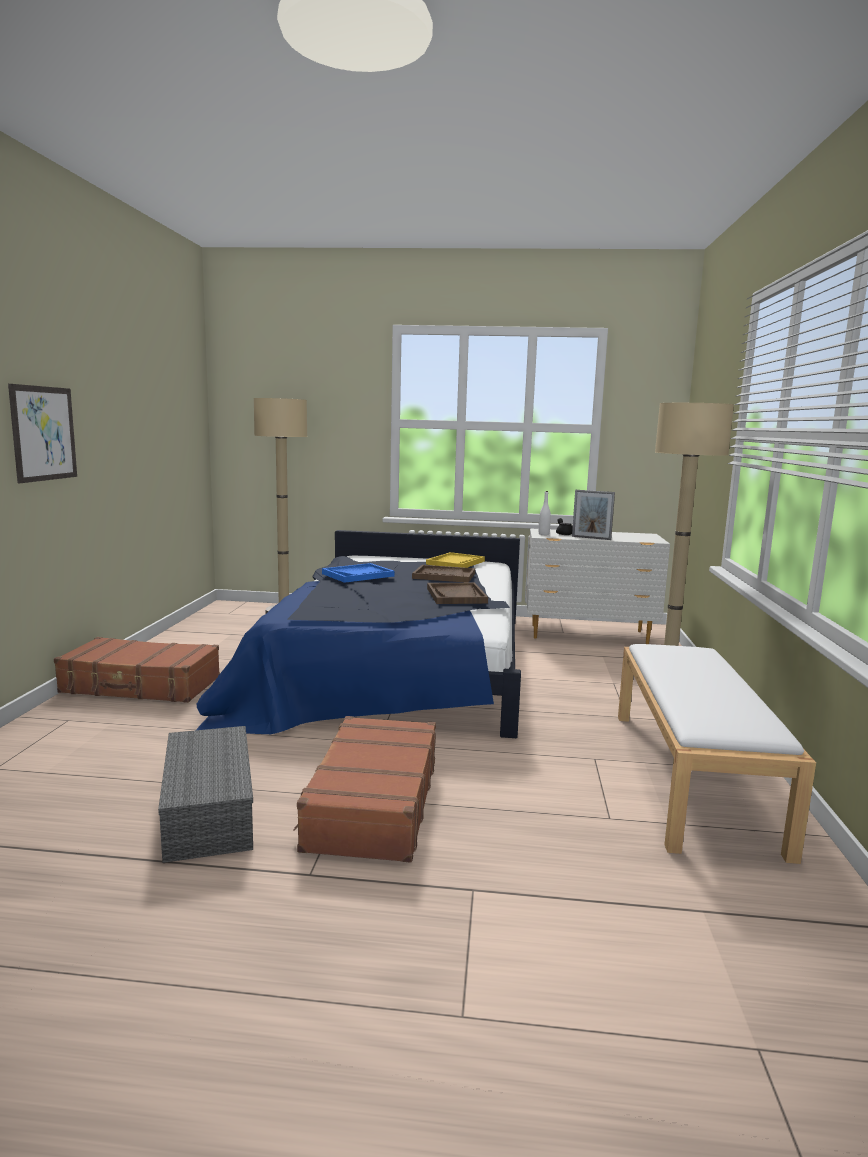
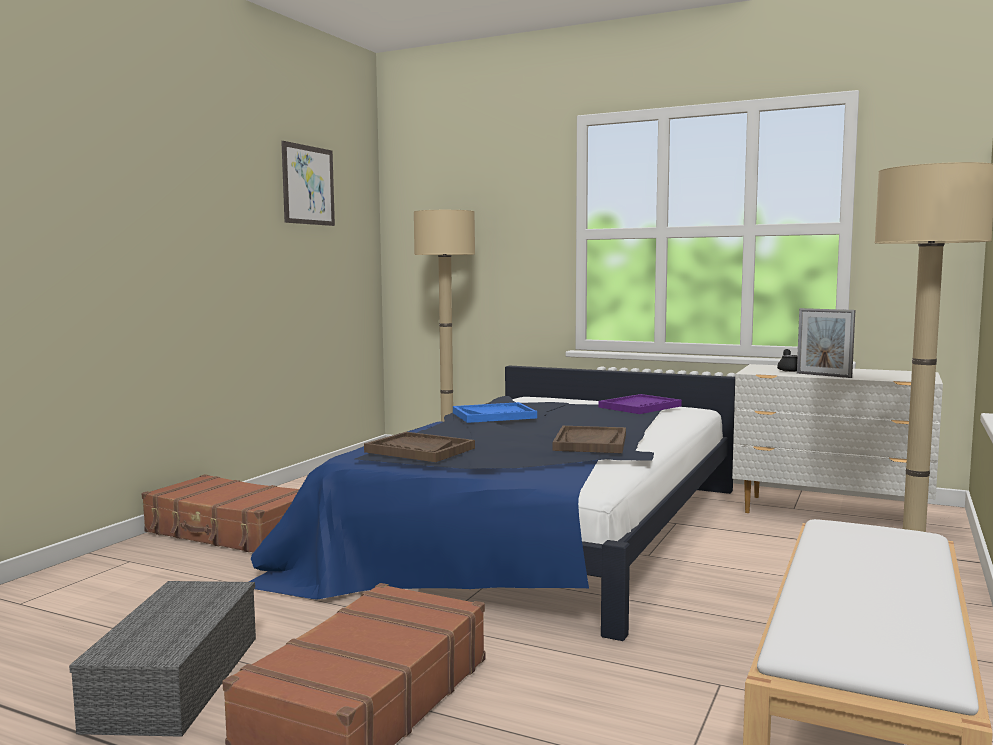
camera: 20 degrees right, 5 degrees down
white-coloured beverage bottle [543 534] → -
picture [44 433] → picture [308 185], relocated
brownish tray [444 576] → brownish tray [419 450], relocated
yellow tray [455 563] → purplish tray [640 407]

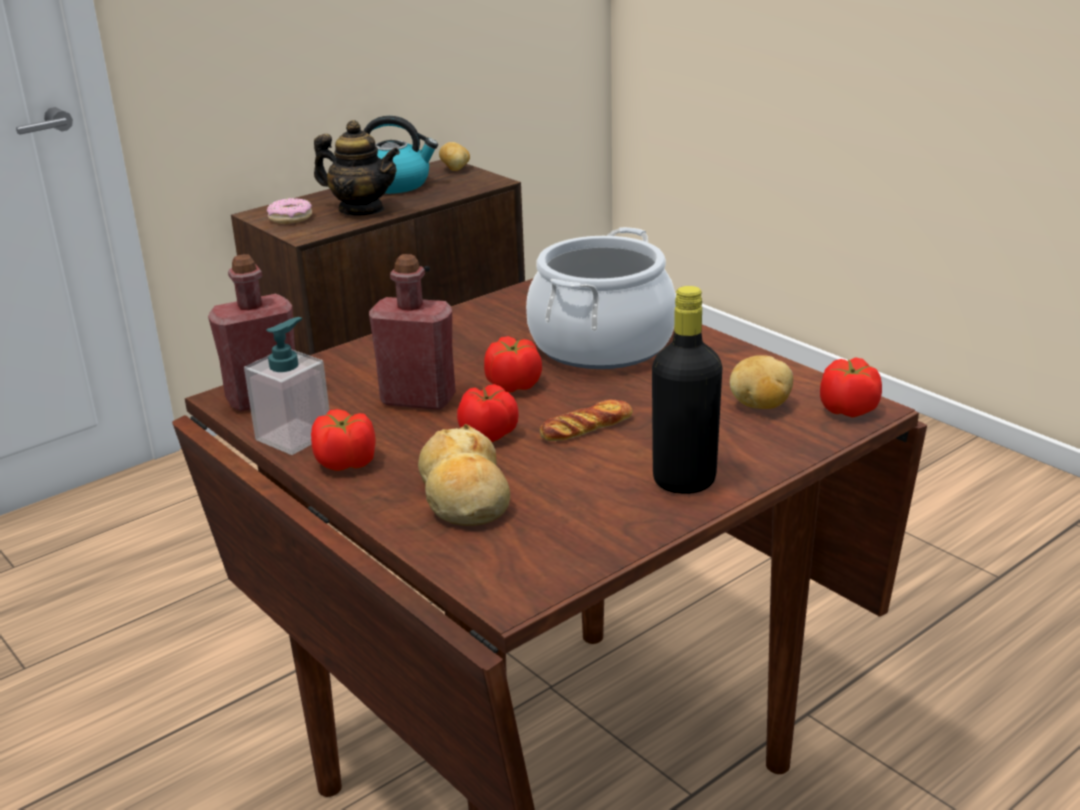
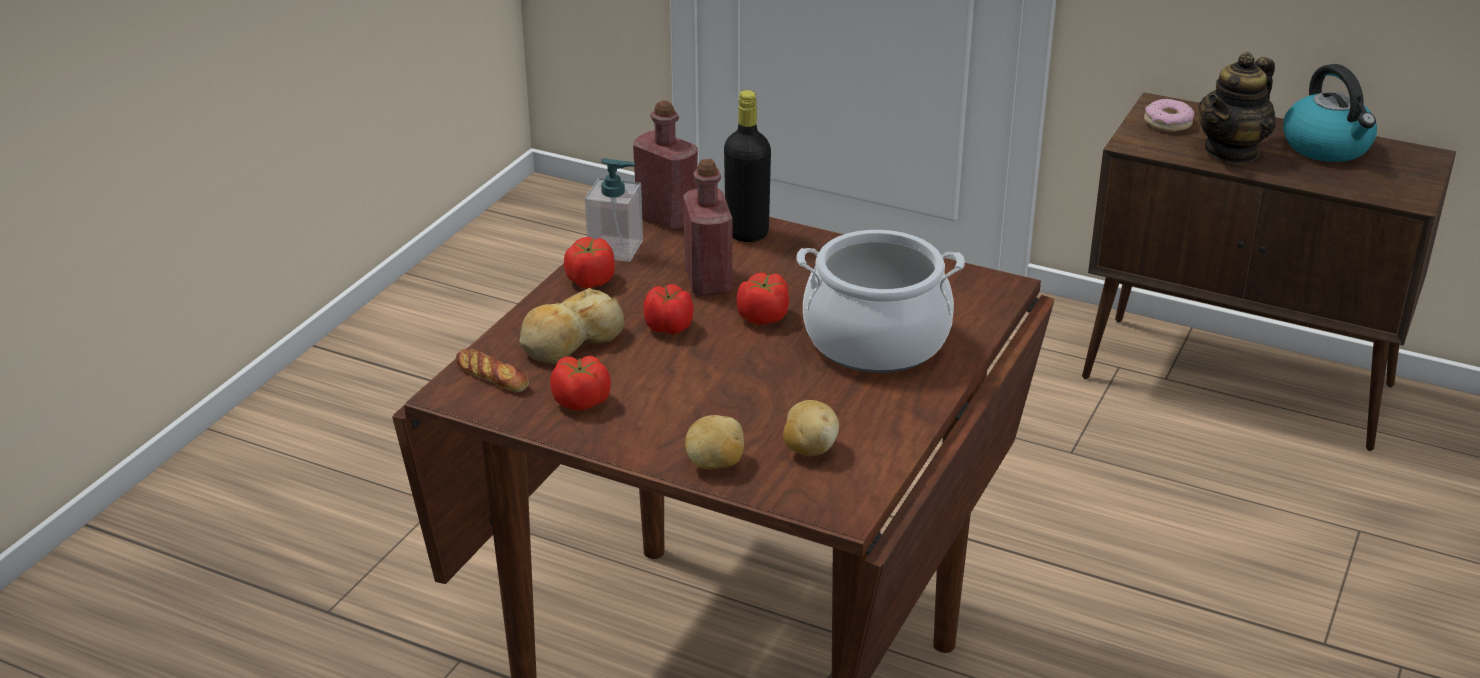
camera: 65 degrees right, 5 degrees up
spud [455 169] → spud [715 464], relocated
baked bread [586 428] → baked bread [492 376], relocated
blackish beverage bottle [684 481] → blackish beverage bottle [747 233], relocated
whole tomato [848 409] → whole tomato [581 402], relocated
teapot [361 210] → teapot [1232 151], 45 degrees clockwise

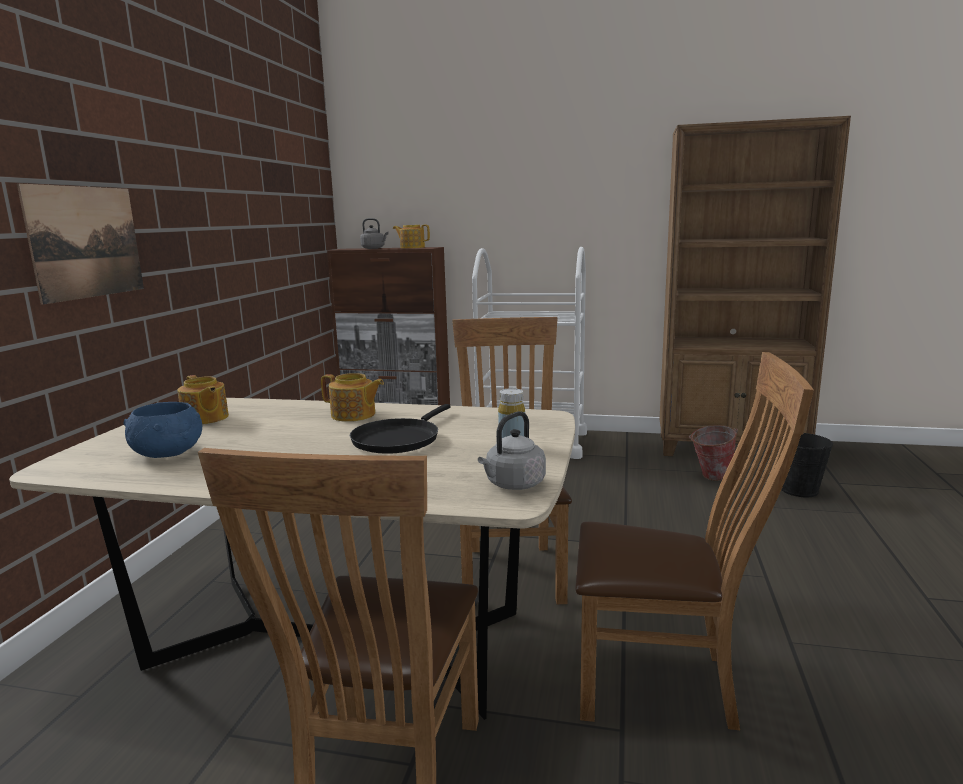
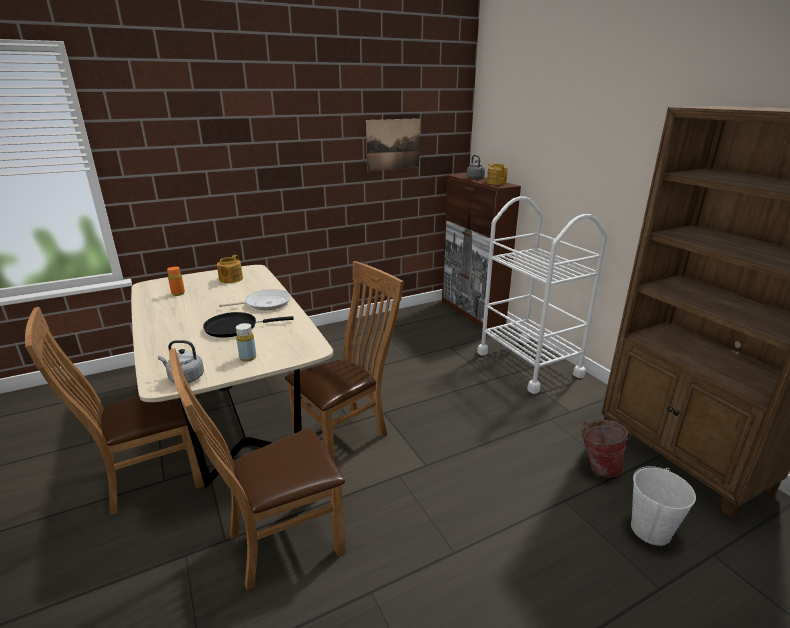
camera: 50 degrees right, 10 degrees up
picture [86 242] → picture [393 144], relocated
blue-coloured deep dish [168 453] → orange beverage bottle [178 293]
teapot [354 415] → pan [265 303]
blackish bucket [799 490] → white-coloured bucket [651 530]
brownish chair [666 683] → brownish chair [278 543], 90 degrees clockwise

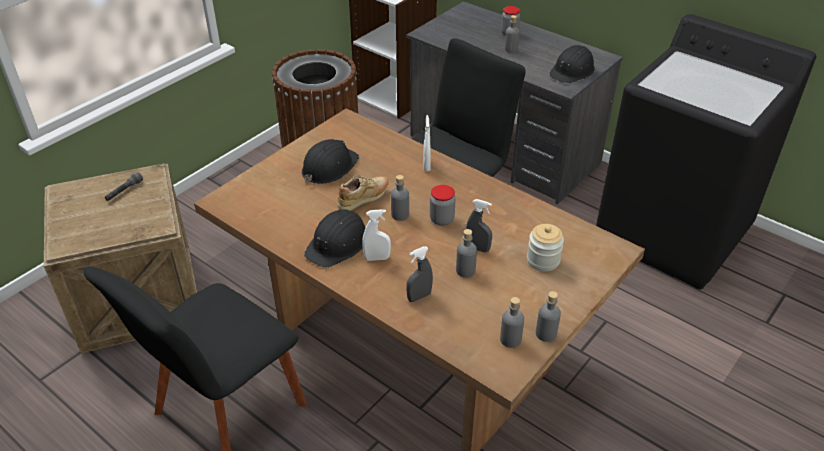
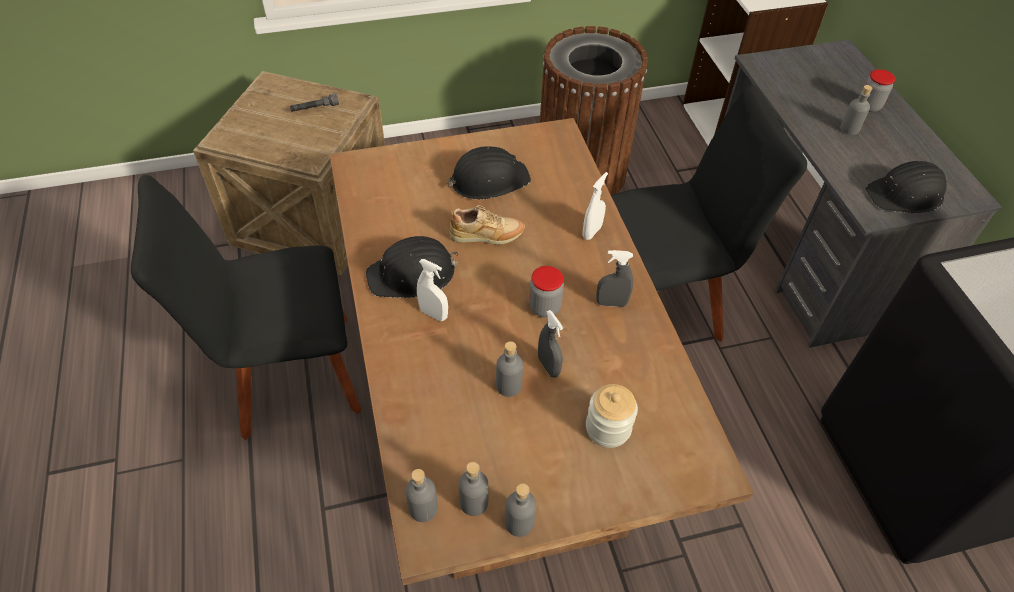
camera: 35 degrees right, 10 degrees up
grey beverage bottle [400 215] → grey beverage bottle [423 509], relocated
grey spray bottle [419 297] → grey spray bottle [611 303], relocated

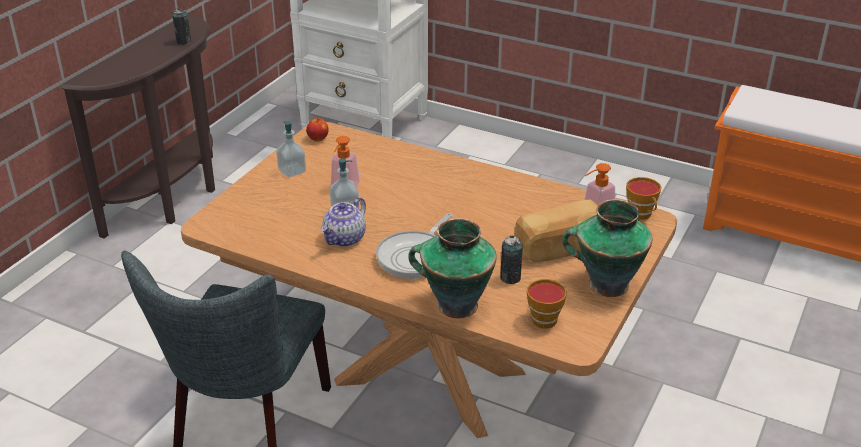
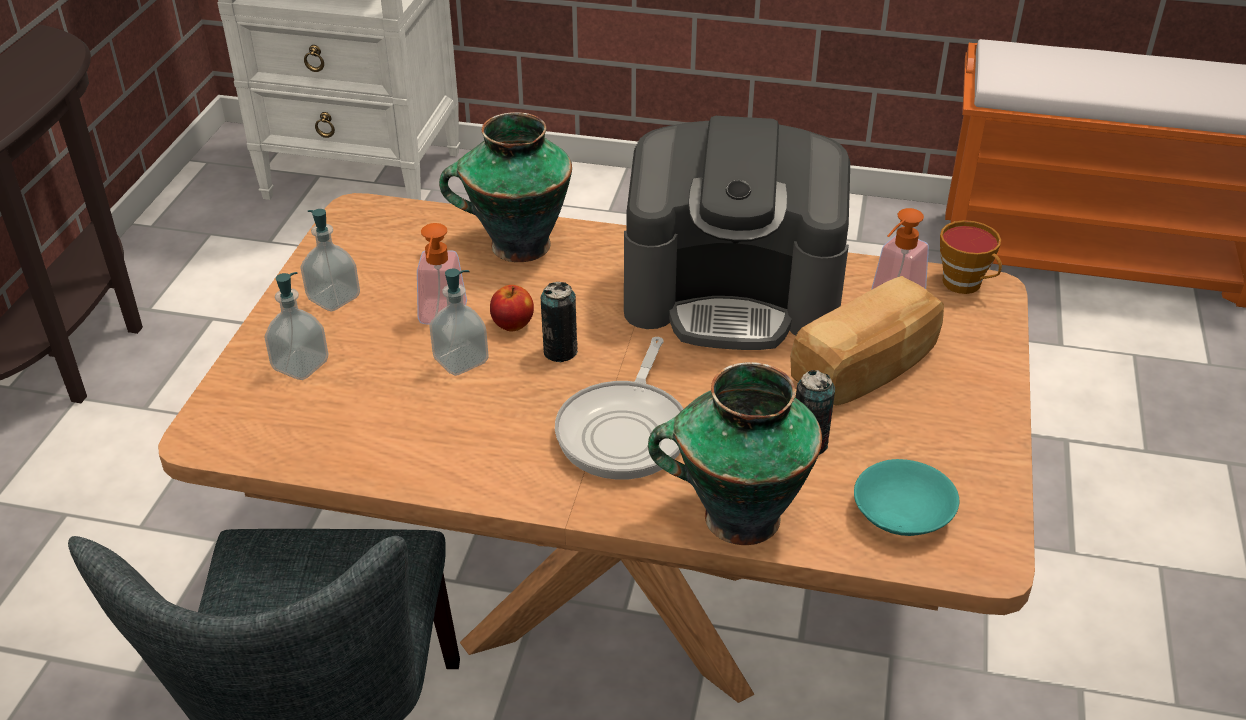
camera: 15 degrees left, 5 degrees up
teapot [345 239] → -
- → soap dispenser [300 365]
- → coffee machine [733 294]
metal can [183 41] → metal can [560 351], relocated
apple fruit [318 139] → apple fruit [512 324], relocated
flower vase [606 284] → flower vase [517 246], relocated
small cup [543 318] → blue-green deep dish [901 513]

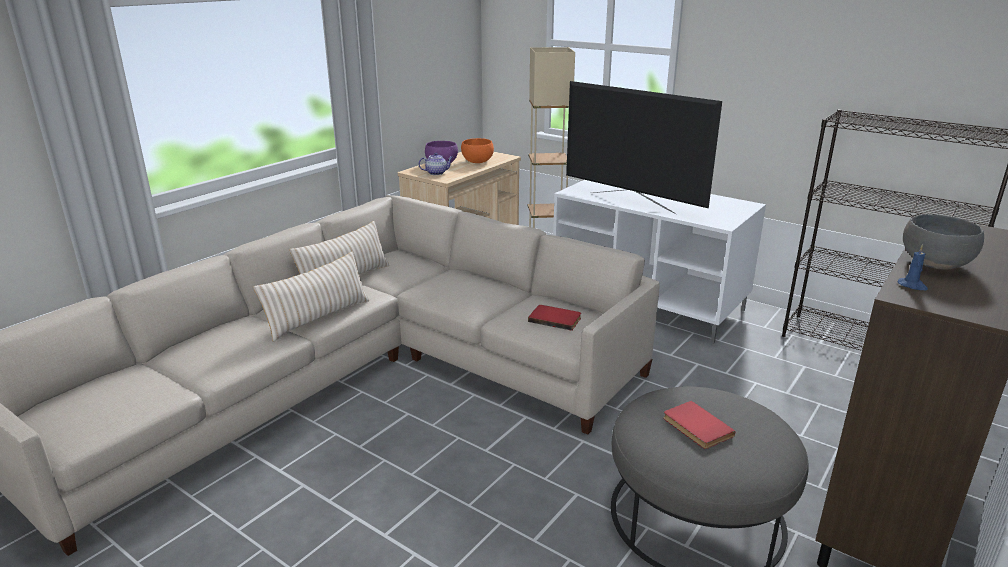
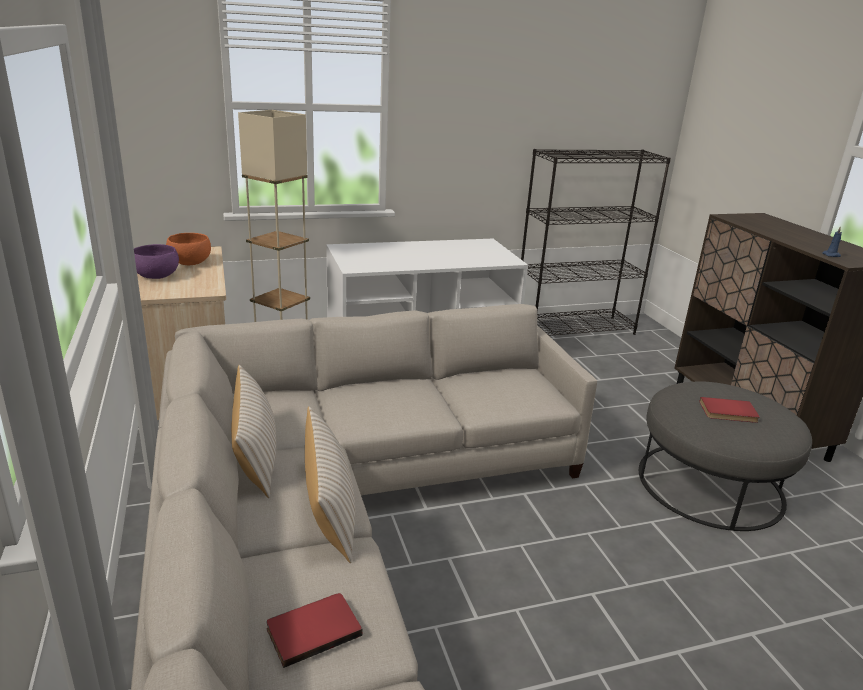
camera: 55 degrees left, 0 degrees up
teapot [436 173] → -
television [632 202] → -
grey deep dish [934 263] → -
reddish volume [555 319] → reddish volume [312 629], relocated

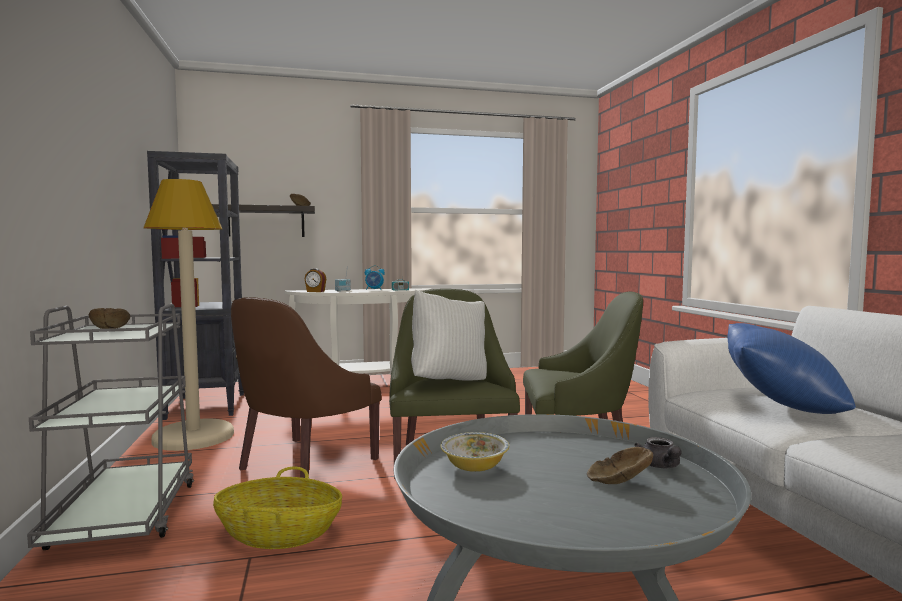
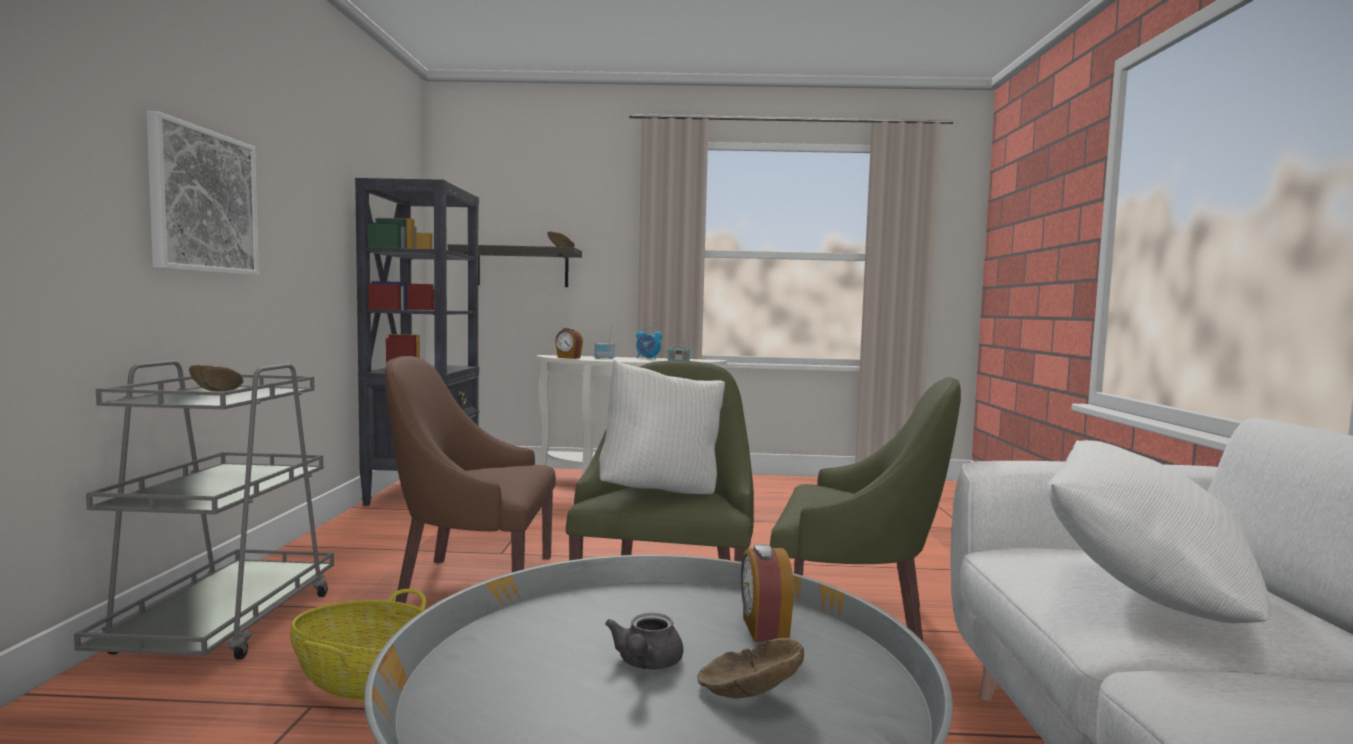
camera: 15 degrees right, 0 degrees up
sand-coloured standing lamp [194 437] → -
deep dish [474 467] → -
- → picture [203 201]
- → table clock [763 629]
grey teapot [660 466] → grey teapot [646 664], relocated
blue-coloured pillow [780 407] → white-coloured pillow [1145 595]
brownish armchair [303 463] → brownish armchair [474 582], 45 degrees clockwise

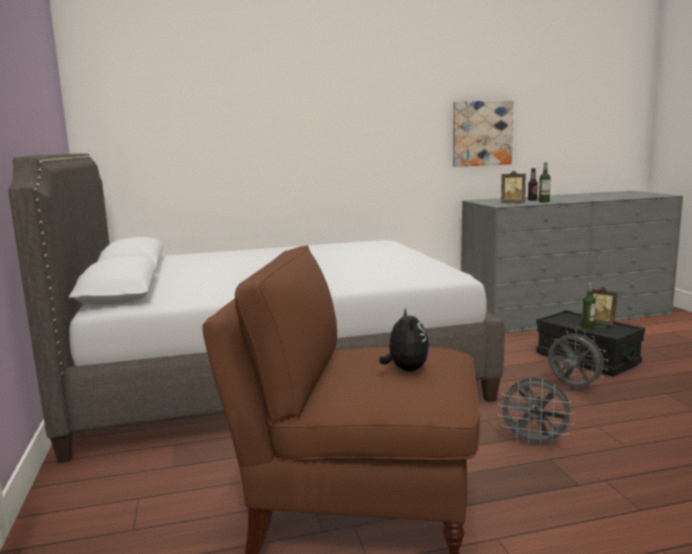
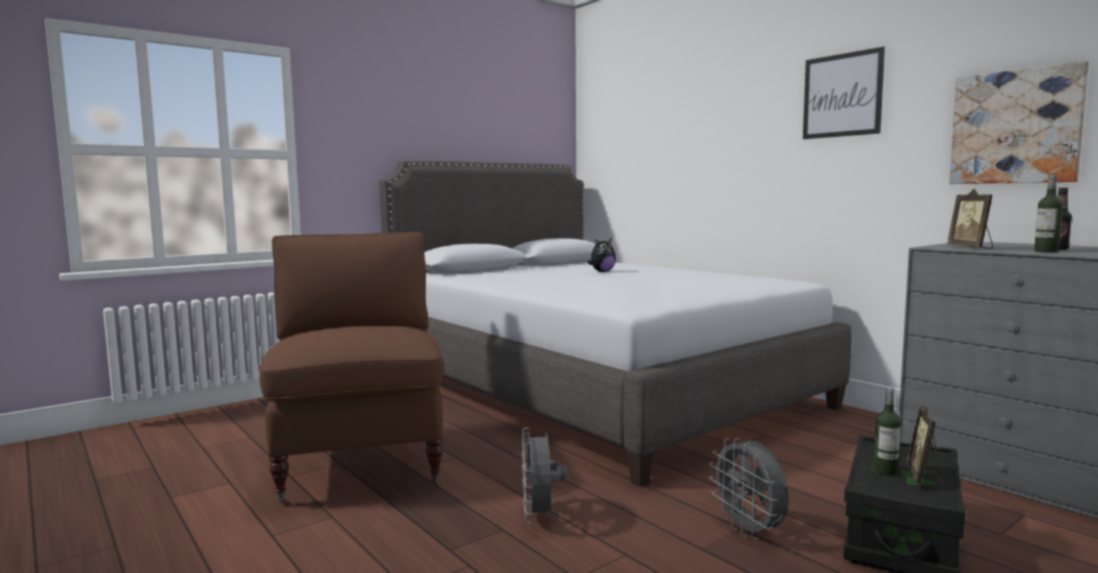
camera: 65 degrees right, 5 degrees down
- → picture [842 95]
cuddly toy [405 370] → cuddly toy [602 272], relocated
grey cooling fan [573 388] → grey cooling fan [749 531], 135 degrees clockwise

